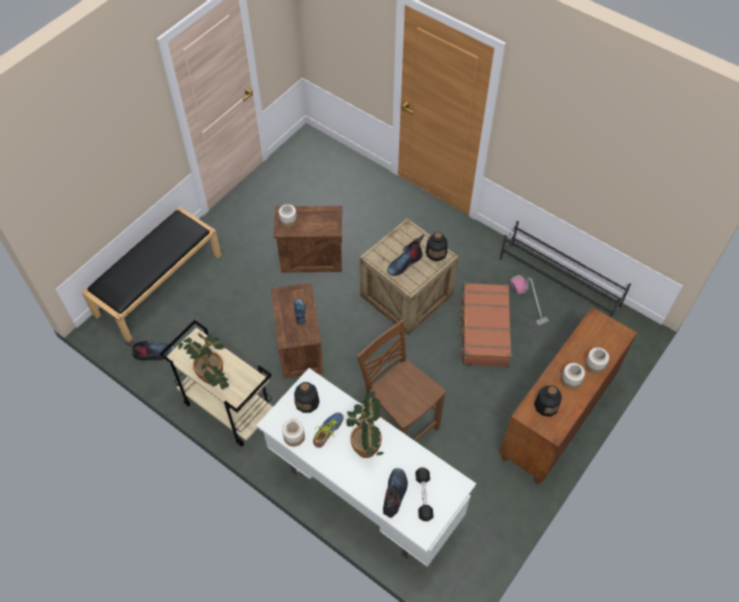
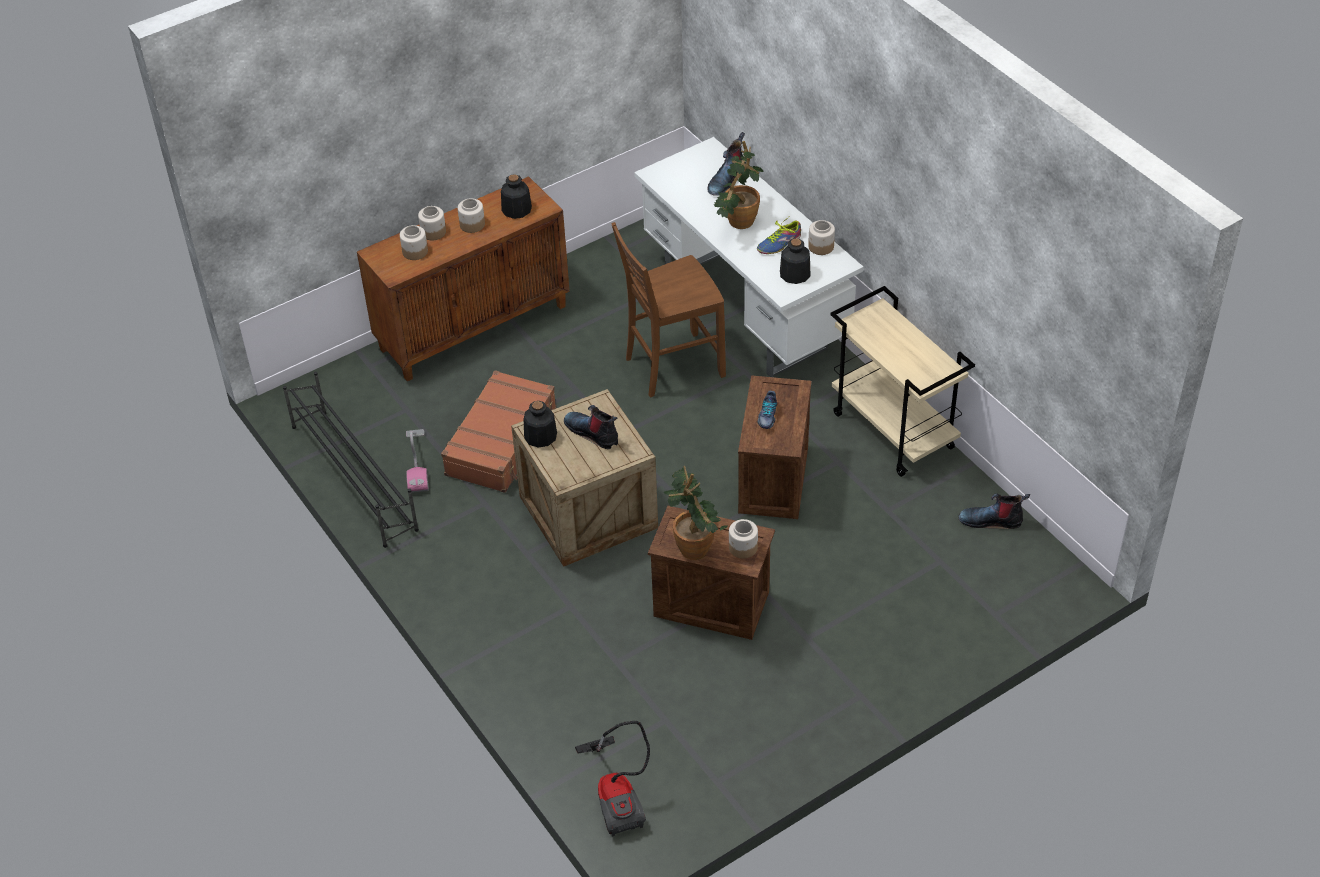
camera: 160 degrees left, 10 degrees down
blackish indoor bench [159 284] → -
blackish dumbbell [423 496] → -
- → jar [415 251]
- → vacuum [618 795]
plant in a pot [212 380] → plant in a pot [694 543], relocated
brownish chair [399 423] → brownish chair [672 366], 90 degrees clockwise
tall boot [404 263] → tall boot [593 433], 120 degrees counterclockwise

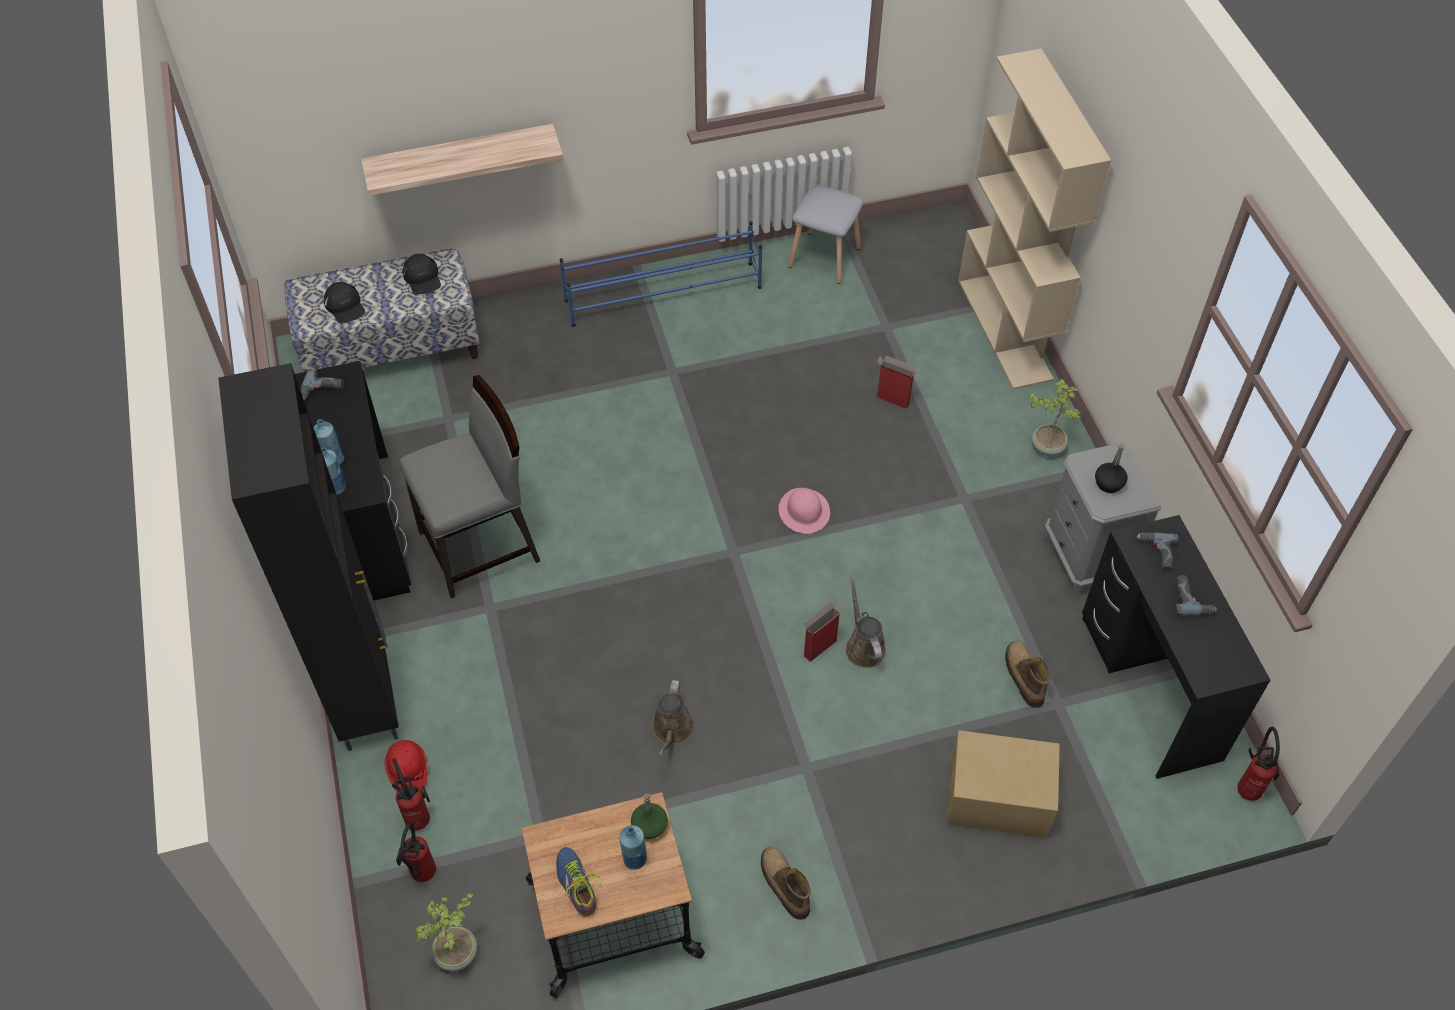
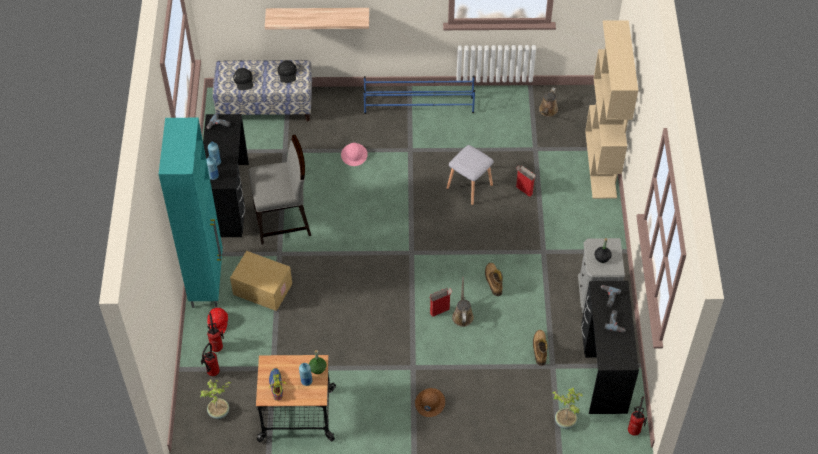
camera: 15 degrees right, 0 degrees up
- → brownish work helmet [429 403]
brownish sprinkling can [672 730] → brownish sprinkling can [547 111], relocated
tall boot [783 885] → tall boot [493 281], relocated
pinkish work helmet [804 511] → pinkish work helmet [354 155], relocated
grey stool seat [825 257] → grey stool seat [470 186], relocated
packing box [997 799] → packing box [262 290], relocated
plant in a pot [1047 446] → plant in a pot [565 421], relocated
blackish cabinet [366 692] → blue-green cabinet [207 281]

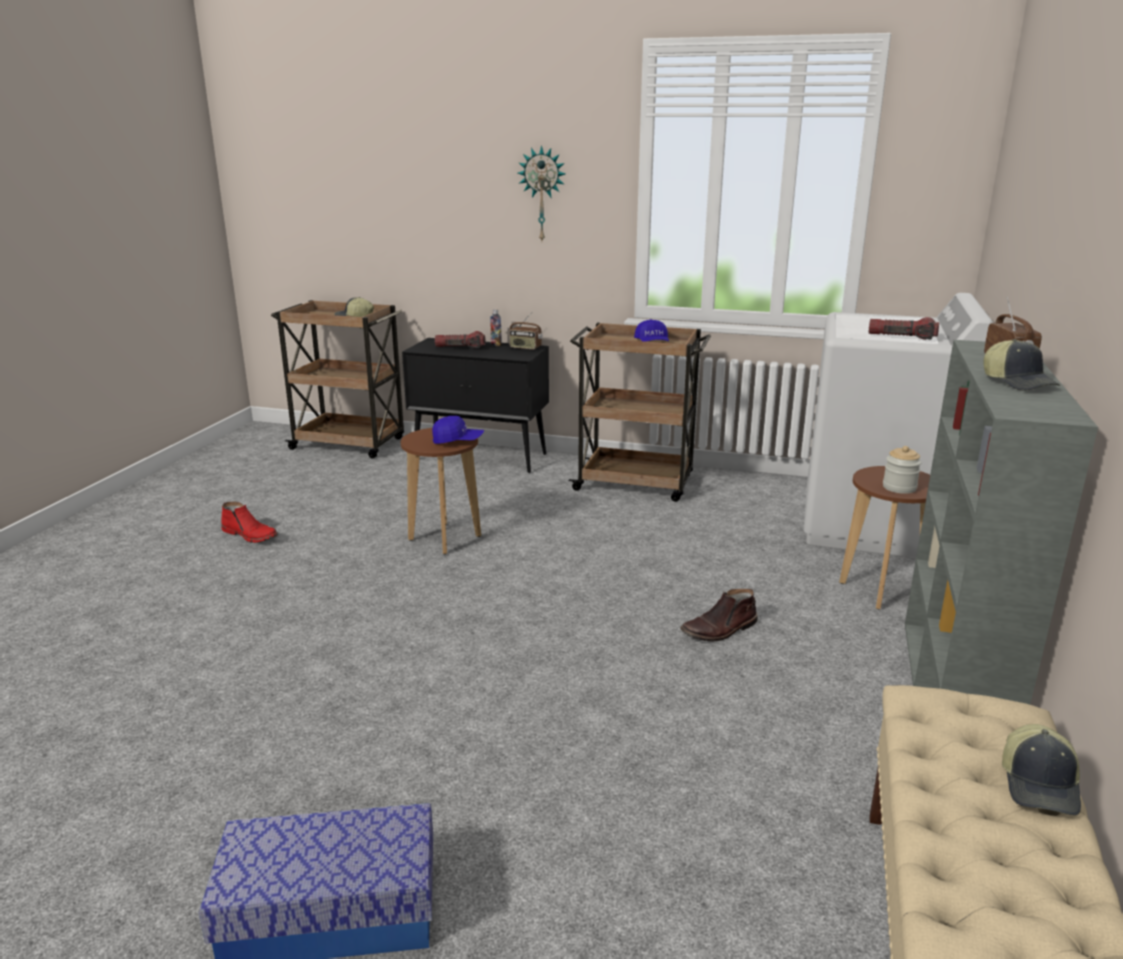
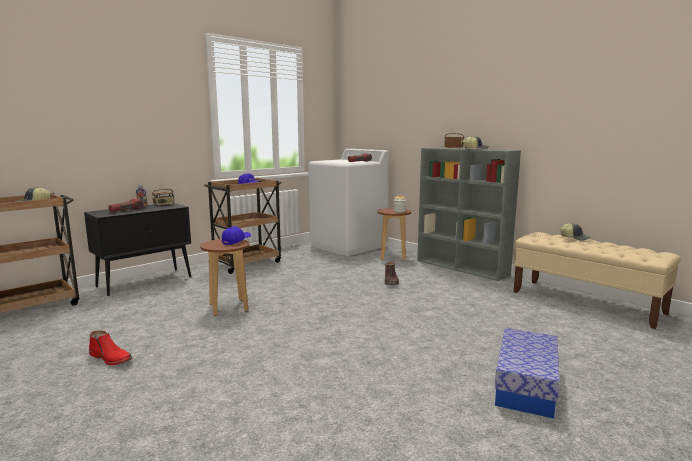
camera: 60 degrees left, 10 degrees down
hanging clock [542 194] → -
reddish tall boot [251 535] → reddish tall boot [111 358], 60 degrees clockwise

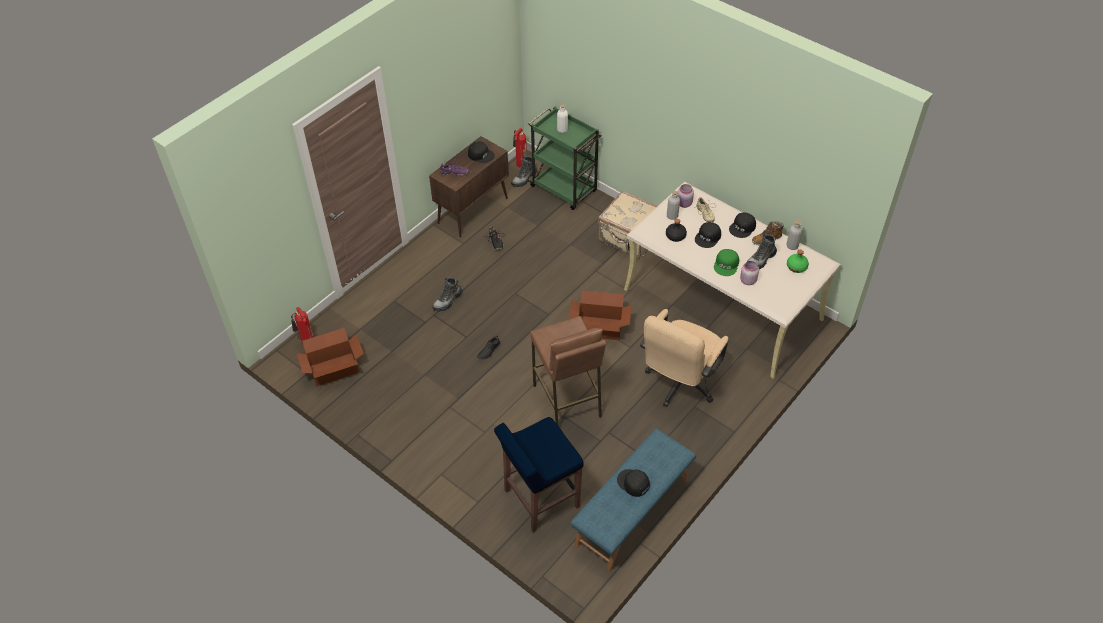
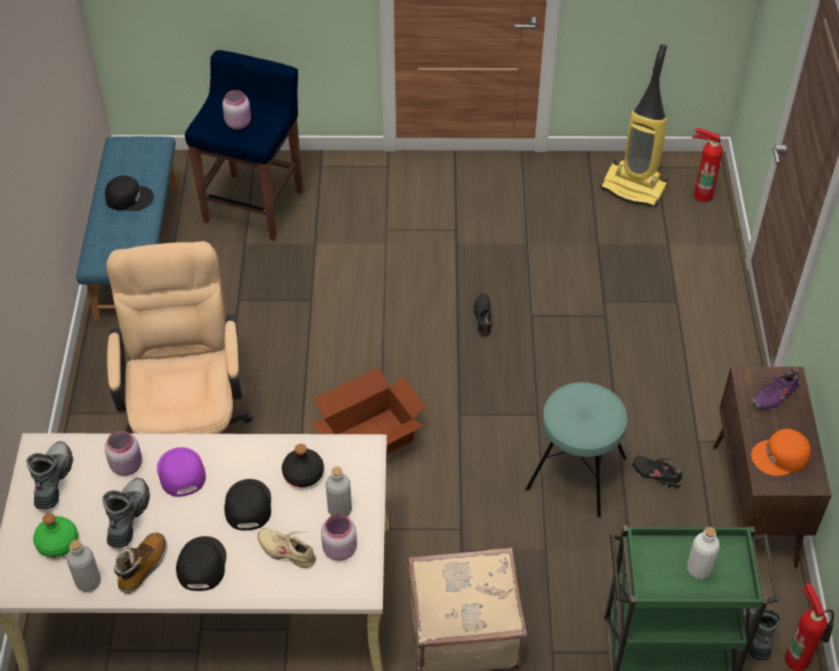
camera: 140 degrees right, 0 degrees up
brownish stool seat [567 401] → -
- → pinkish jar [239 123]
- → blue-green stool seat [576 473]
tall boot [447 301] → tall boot [53 480], relocated
packing box [333 369] → vacuum [634 188]
blackish peaked cap [481 155] → orange peaked cap [781 457]
green-coloured peaked cap [726 265] → purplish peaked cap [180 473]

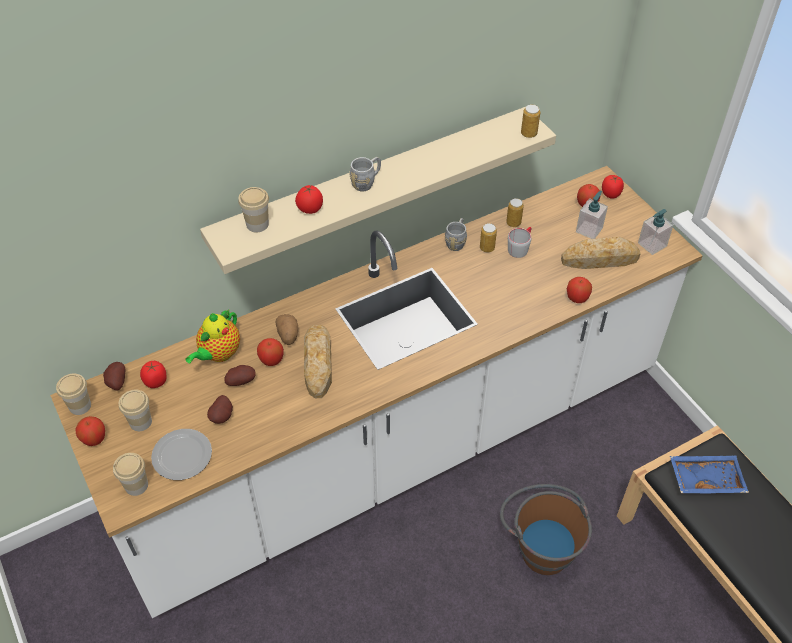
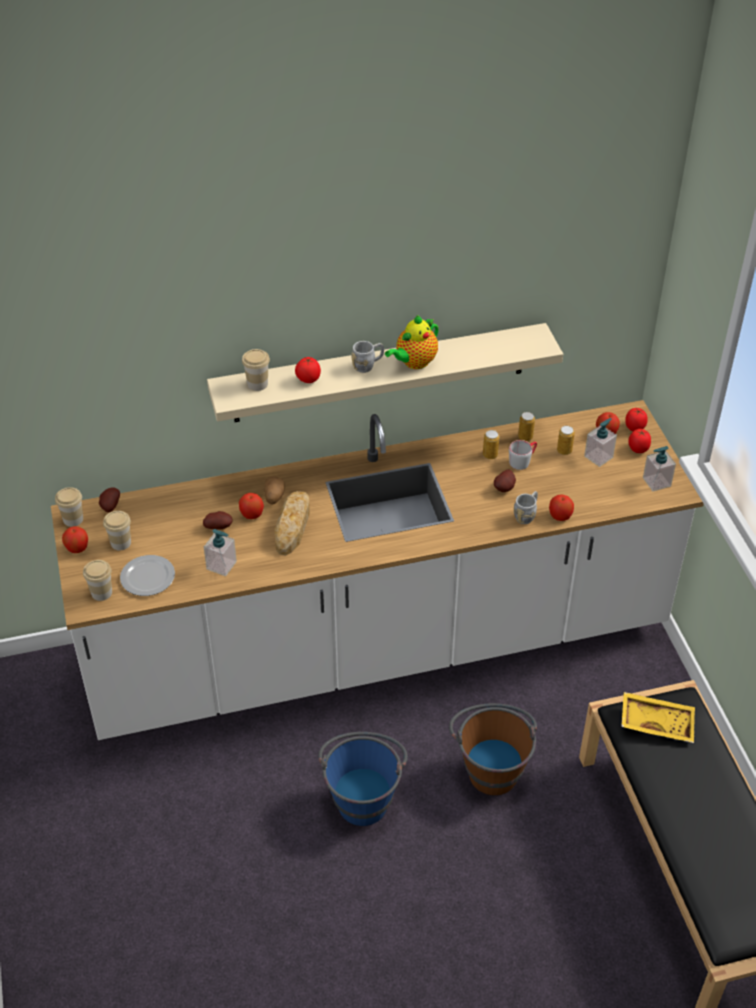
camera: 15 degrees right, 5 degrees down
baked bread [600 259] → -
- → soap dispenser [221 565]
- → blue-coloured bucket [363 794]
whole tomato [156 382] → whole tomato [638 449], relocated
teapot [218 354] → teapot [414 363], relocated
spud [223 416] → spud [505 488], relocated
grey coffee mug [456 241] → grey coffee mug [527 515], relocated
metal can [528 133] → metal can [564 451], relocated
blue-coloured tray [705 478] → yellow tray [656 722]

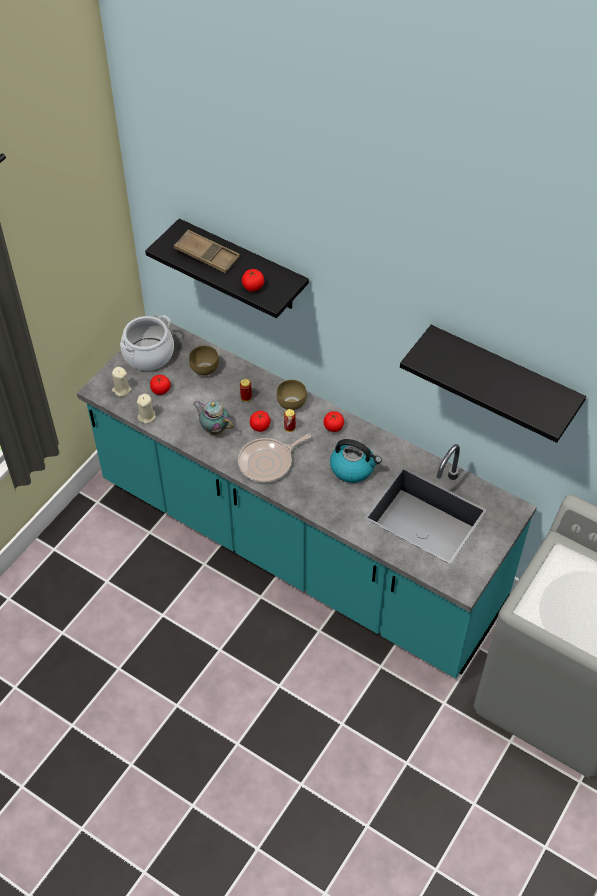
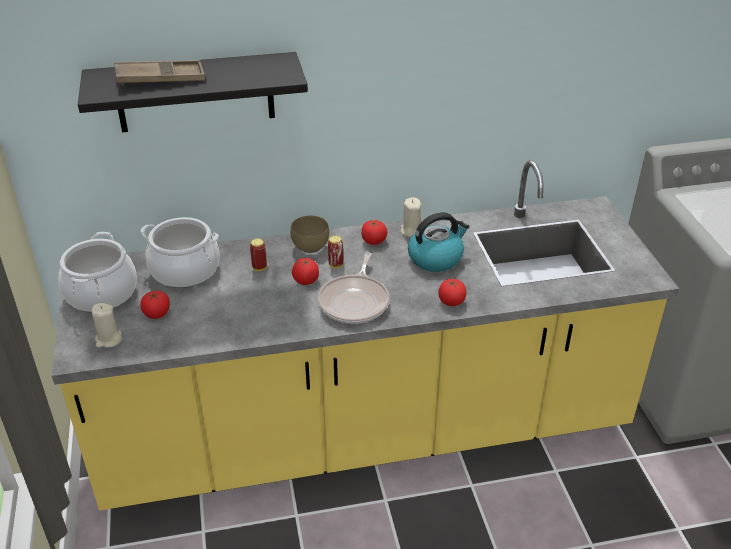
camera: 45 degrees left, 15 degrees down
teapot [214 428] → -
blackish wall shelf [502 378] → -
sand-coloured wax light [146 416] → sand-coloured wax light [410 231], relocated
whole tomato [253 287] → whole tomato [451 301], relocated
brownish deep dish [206 369] → saucepot [185 270]
blue-green kitchen counter [298 546] → yellow kitchen counter [365 432]

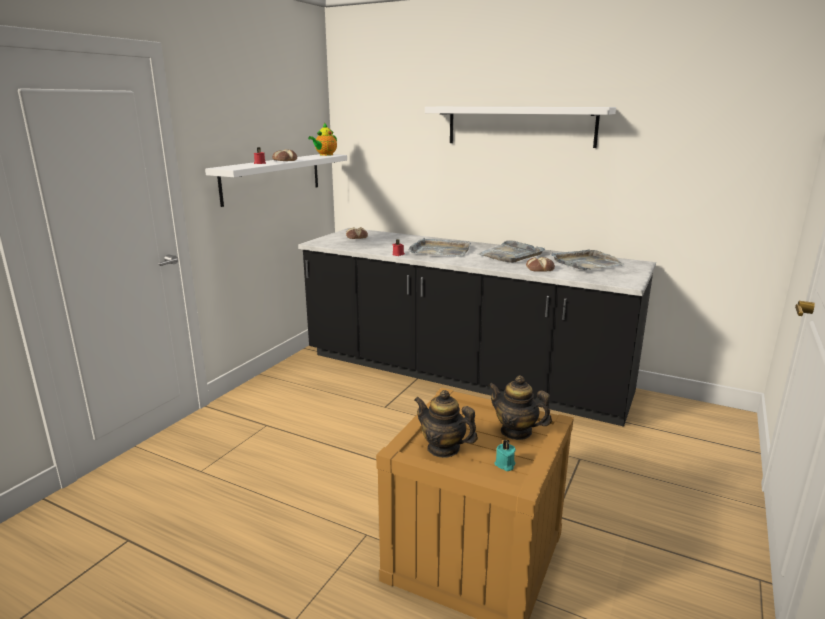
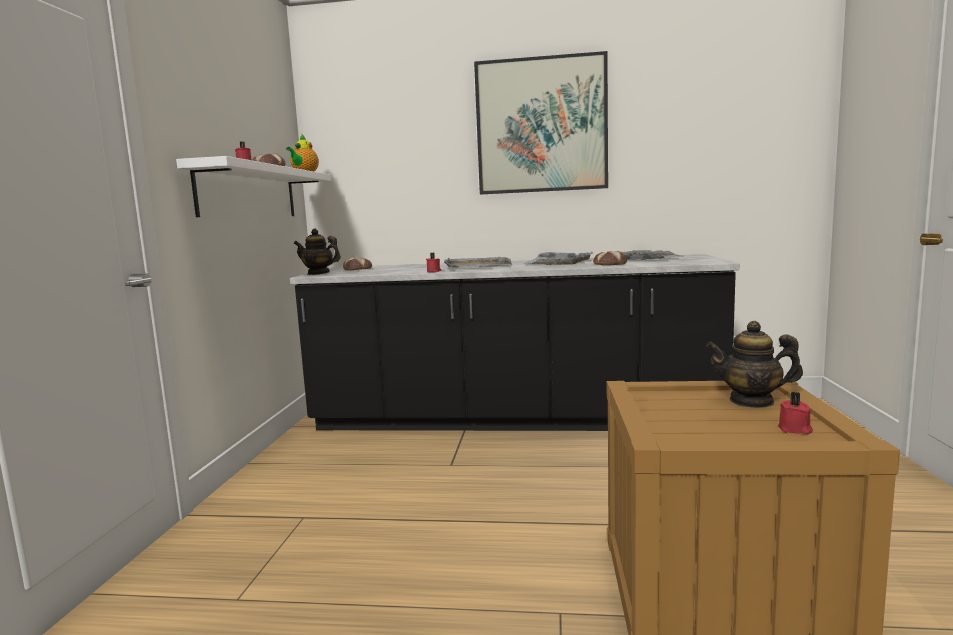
camera: 20 degrees left, 10 degrees down
teapot [443 448] → teapot [318 273], relocated
white-coloured wall shelf [520 126] → picture [541 126]
blue-green wax light [505 465] → reddish wax light [795 429]

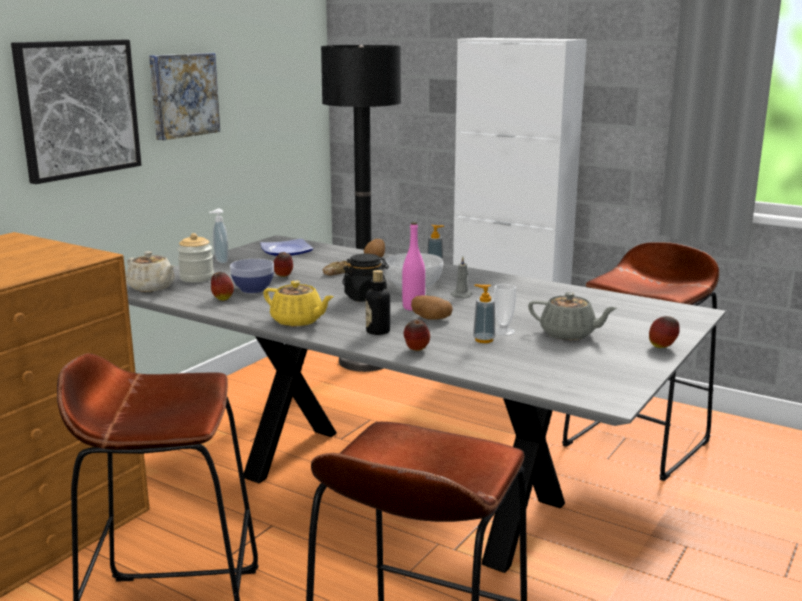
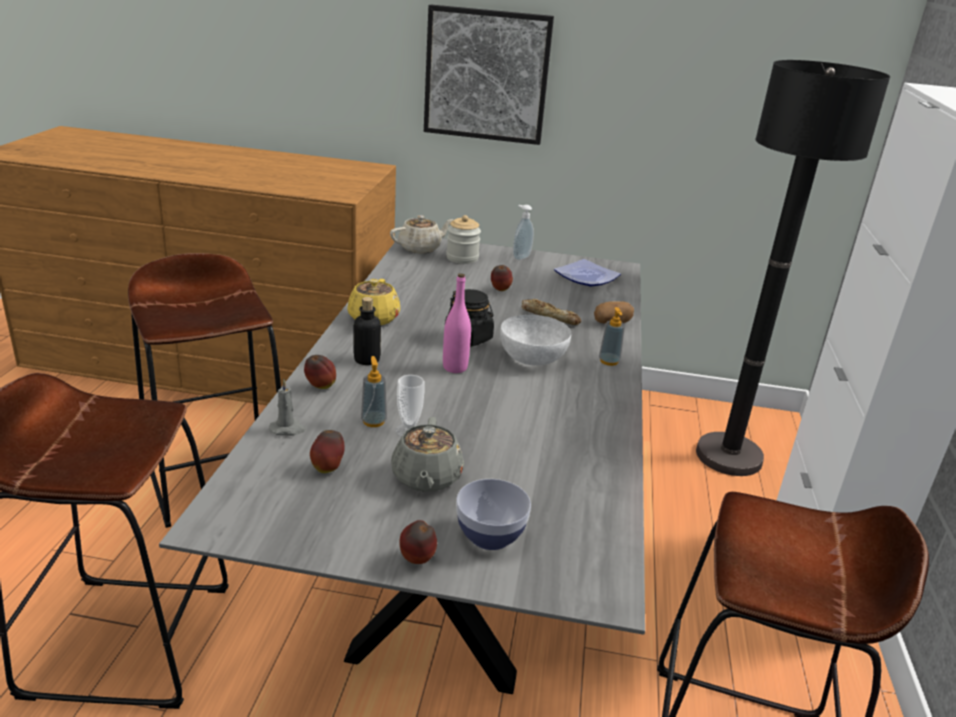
camera: 65 degrees right, 10 degrees up
picture [182 95] → -
spud [430 318] → -
apple fruit [222 299] → apple fruit [328 468], relocated
deep dish [253 289] → deep dish [490 536], relocated
grey wax light [462 295] → grey wax light [288 429], relocated
sand-coloured teapot [152 287] → sand-coloured teapot [420 248], 135 degrees counterclockwise

